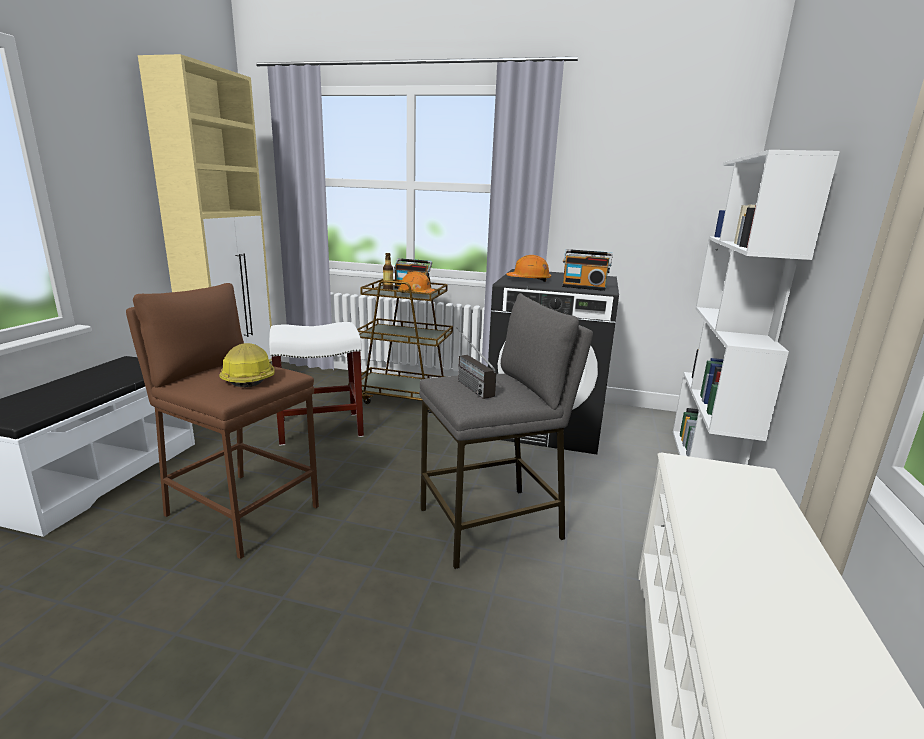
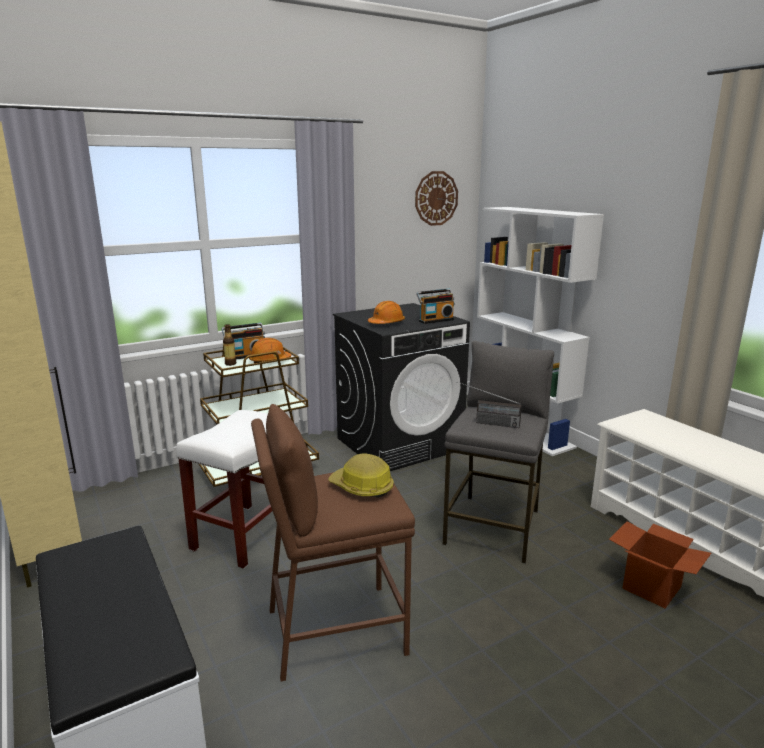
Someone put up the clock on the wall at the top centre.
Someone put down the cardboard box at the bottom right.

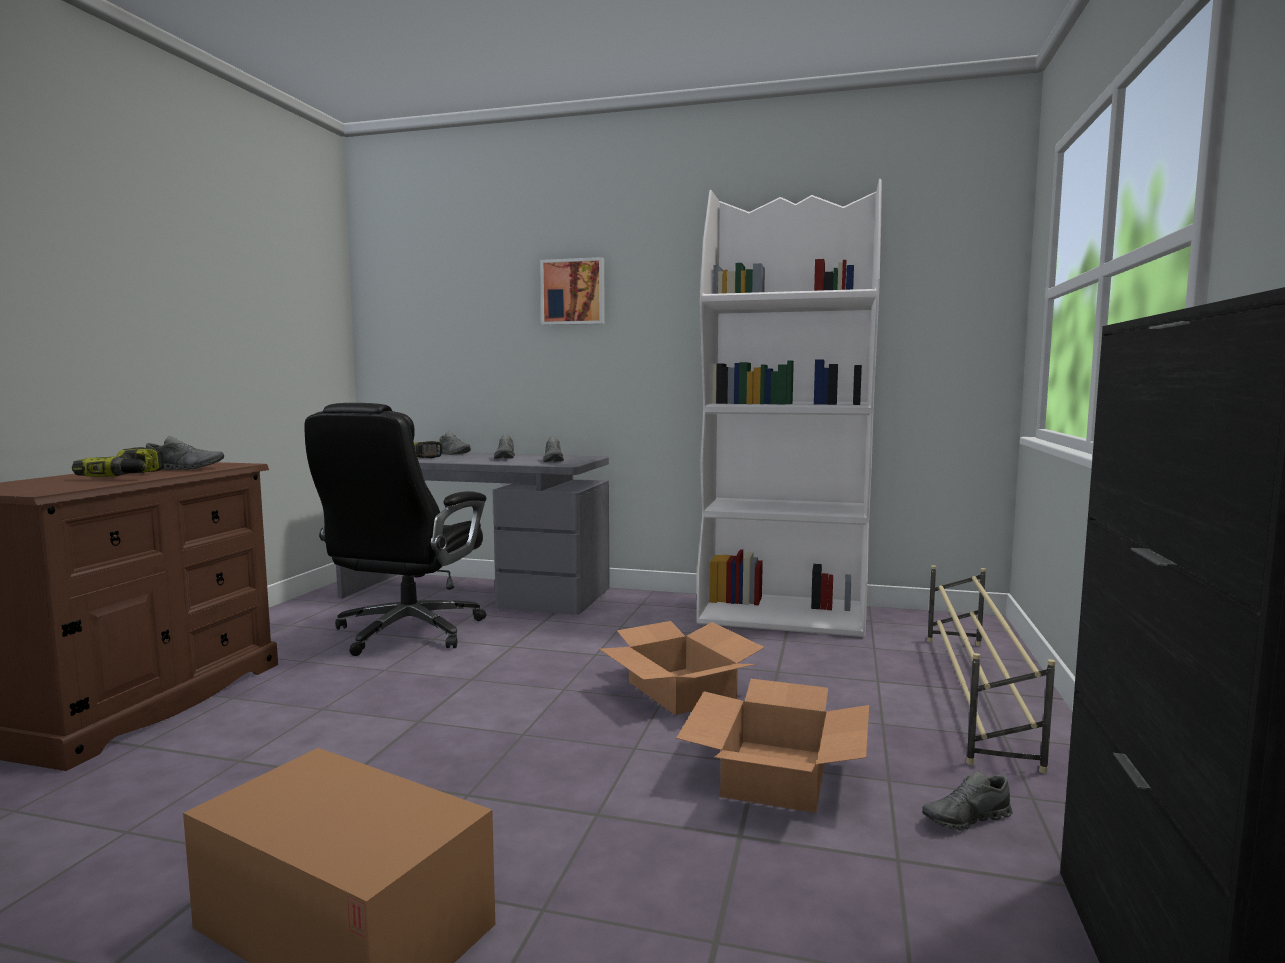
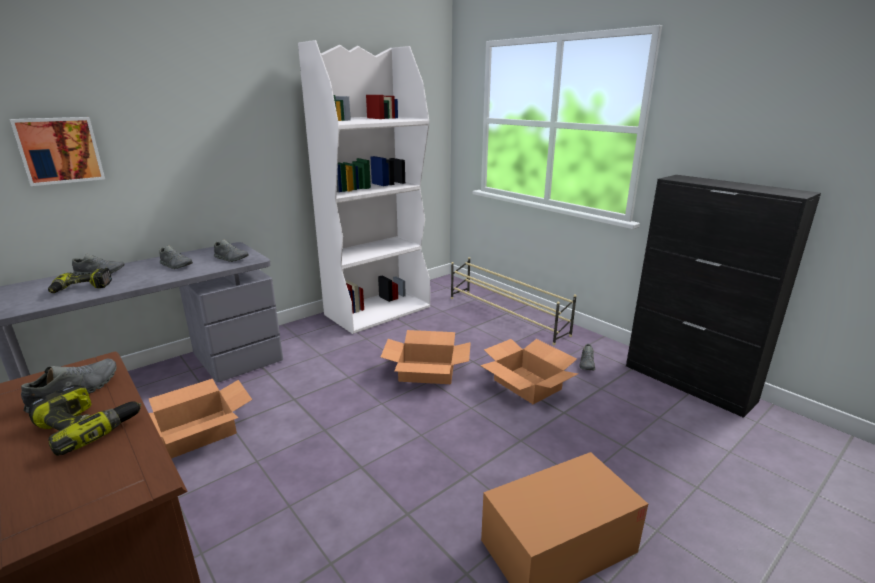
Someone carried the picture from the top centre to the top left.
Someone swapped the desk chair/blackish at the middle left for the cardboard box (no. 1 from left) at the bottom left.

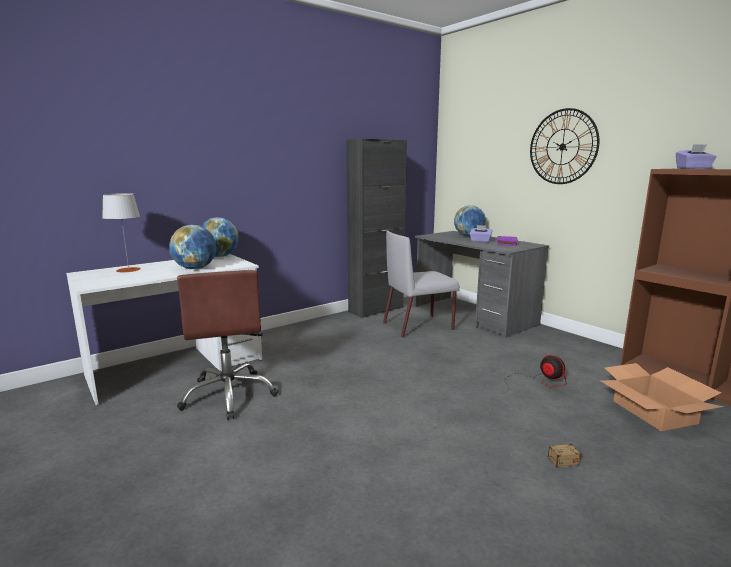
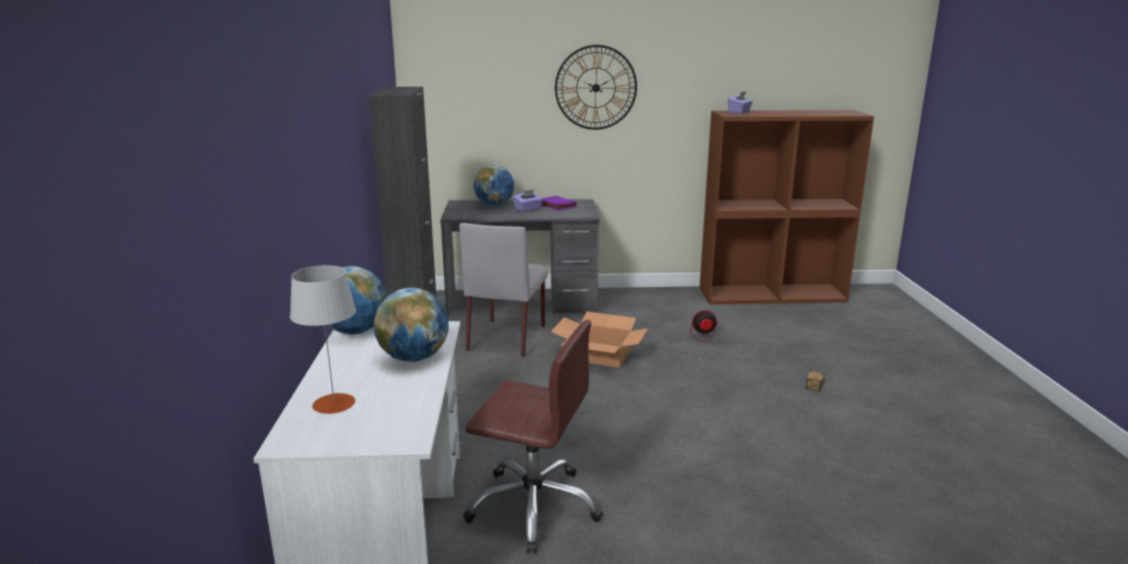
Someone carried the cardboard box from the bottom right to the centre.

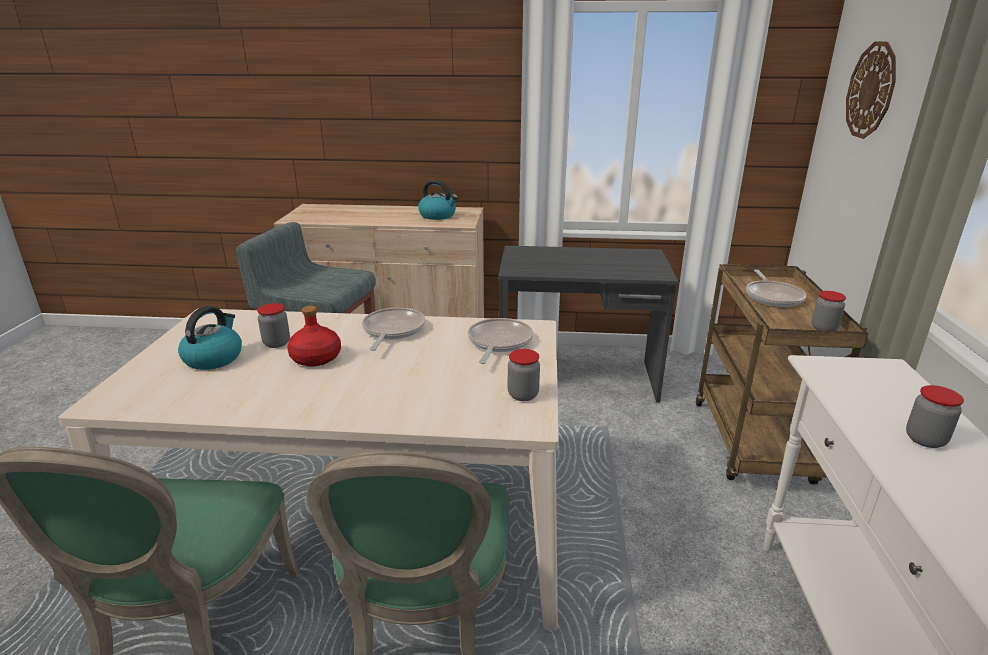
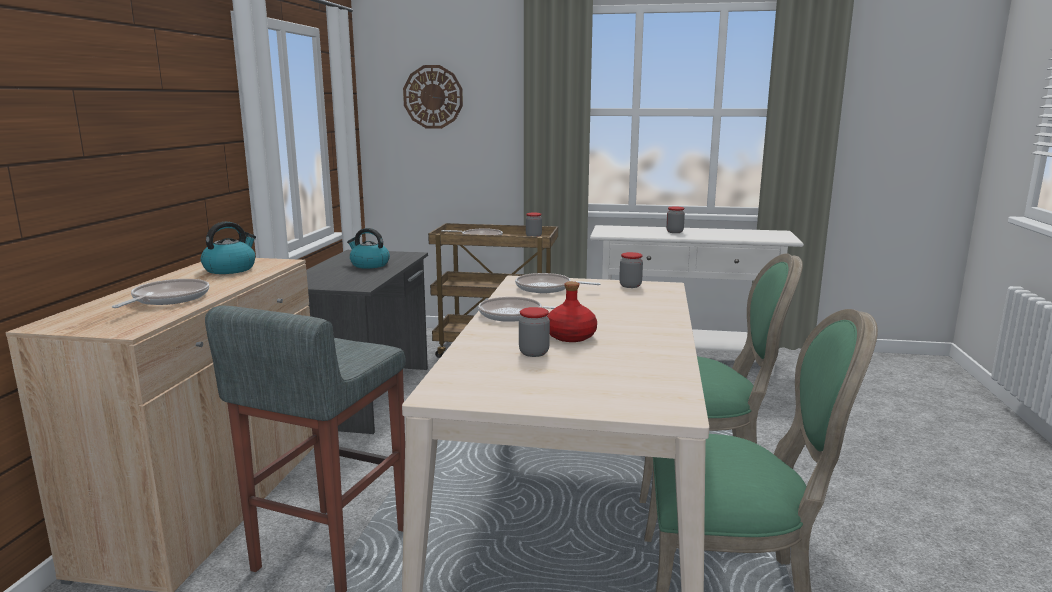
Someone put down the pan (no. 1 from left) at the middle left.
Someone carried the water kettle (no. 1 from left in the first image) from the middle left to the centre.

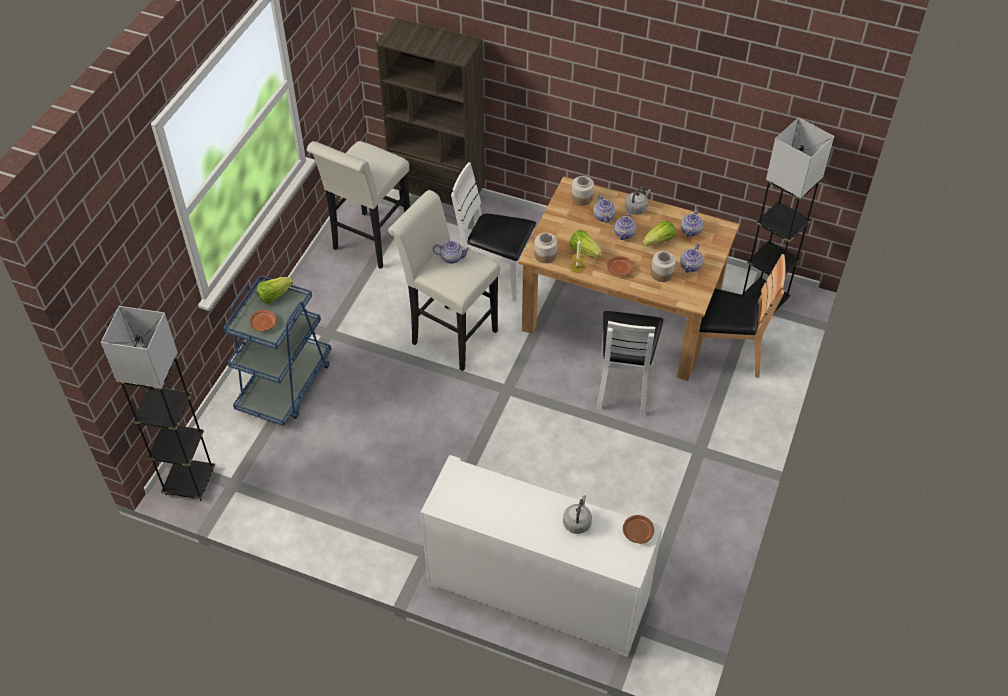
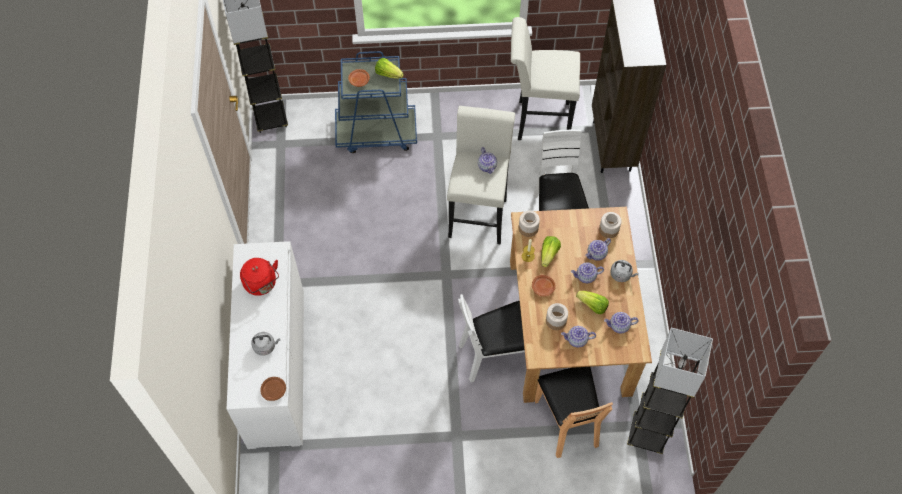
Someone put down the water kettle/reddish at the middle left.

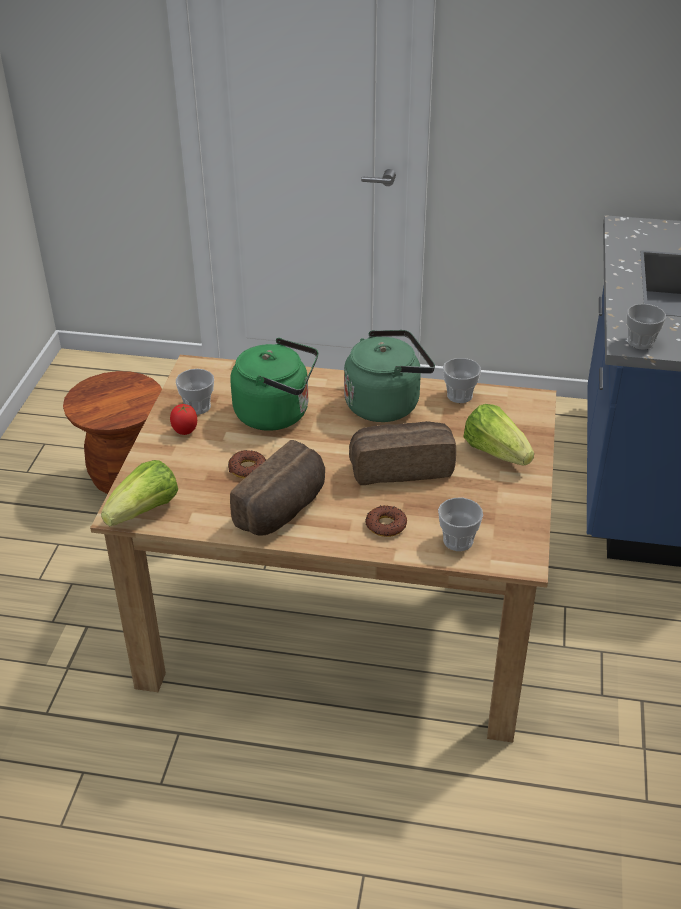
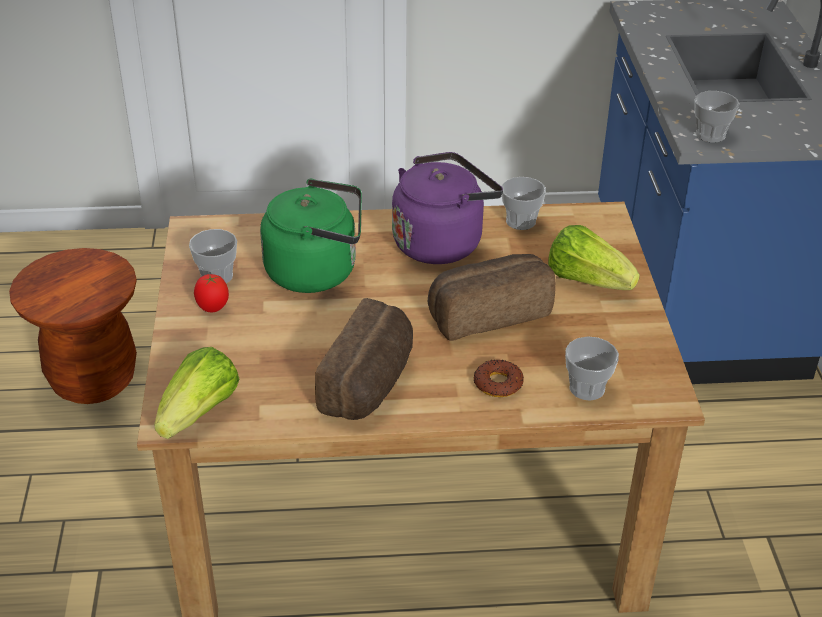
Someone repainted the water kettle/green-coloured (no. 2 from left) at the centre, which became the water kettle/purple-coloured at the centre.
Someone took away the donut (no. 1 from left) at the centre.

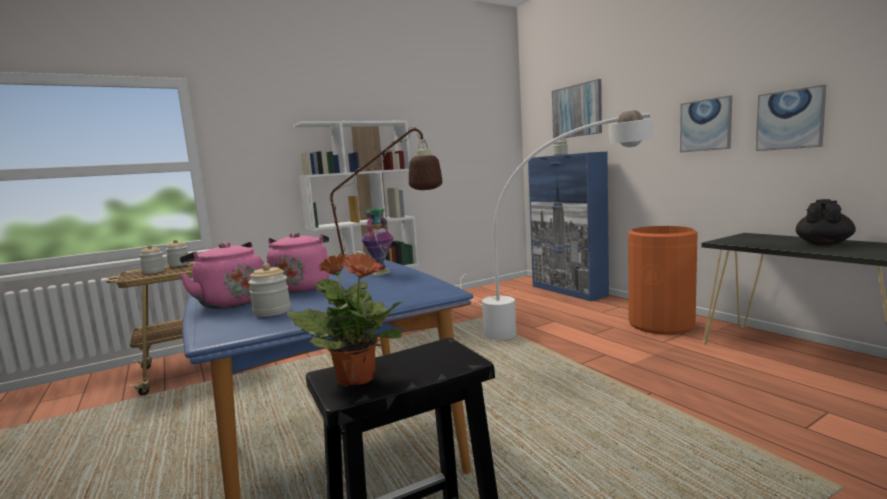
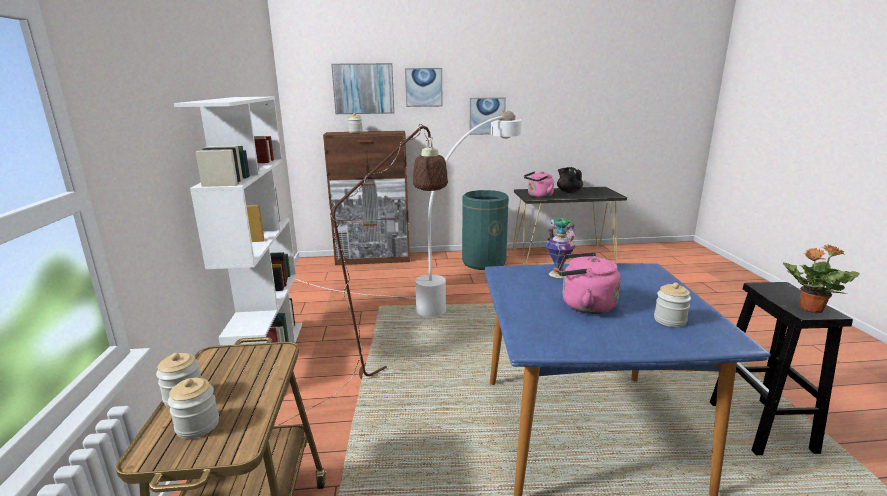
Someone repainted the storage cabinet/bluish at the centre, which became the storage cabinet/brown-coloured at the centre.
Someone carried the picture (no. 3 from left in the first image) from the top right to the top centre.
Someone repainted the trash can/orange at the middle right, which became the trash can/green-coloured at the centre.
Someone carried the water kettle/pink (no. 1 from left) from the middle left to the centre.

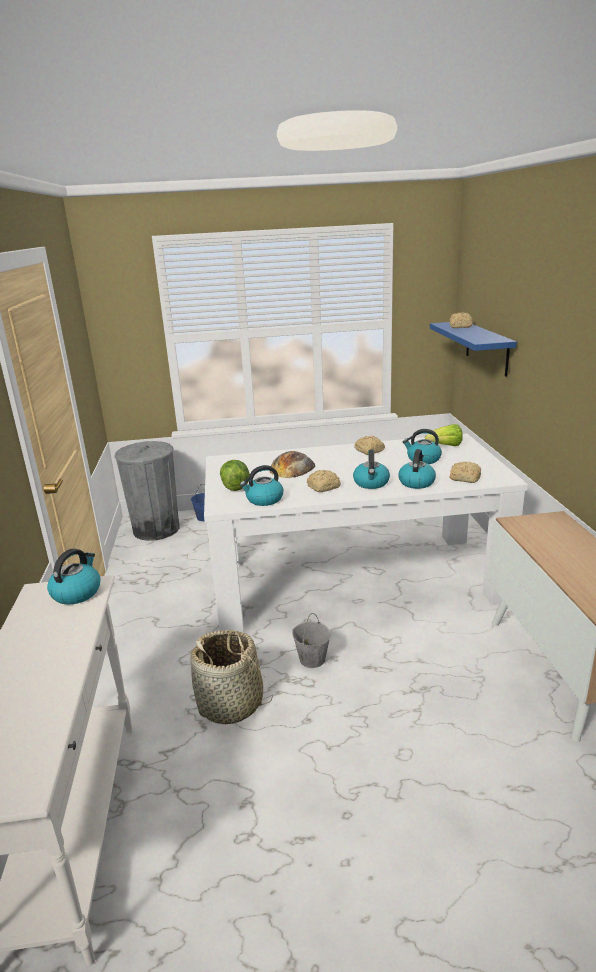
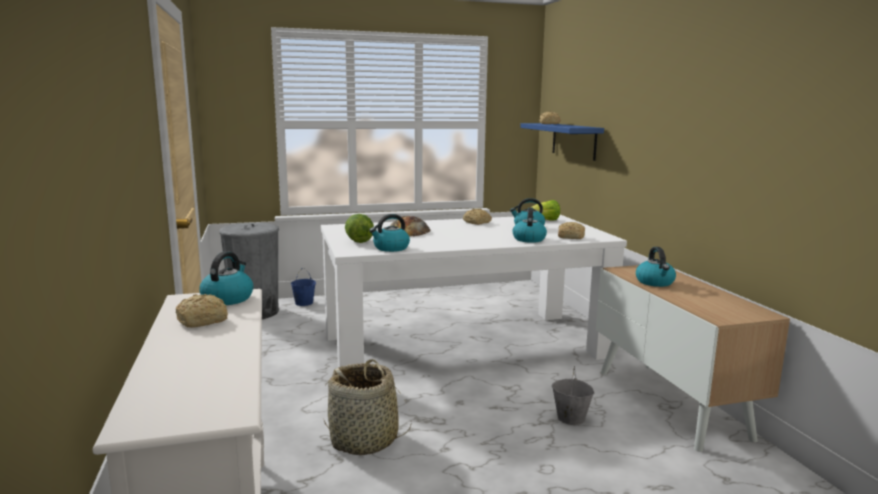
Someone carried the baked bread (no. 2 from left in the first image) from the centre to the middle left.
Someone carried the bucket/gray from the centre to the bottom centre.
Someone carried the water kettle (no. 3 from left in the first image) from the centre to the middle right.

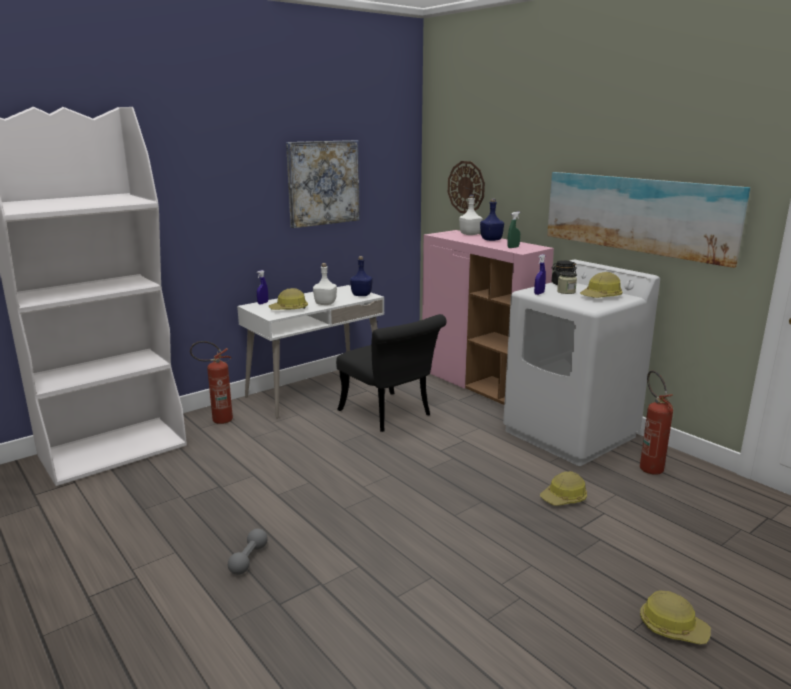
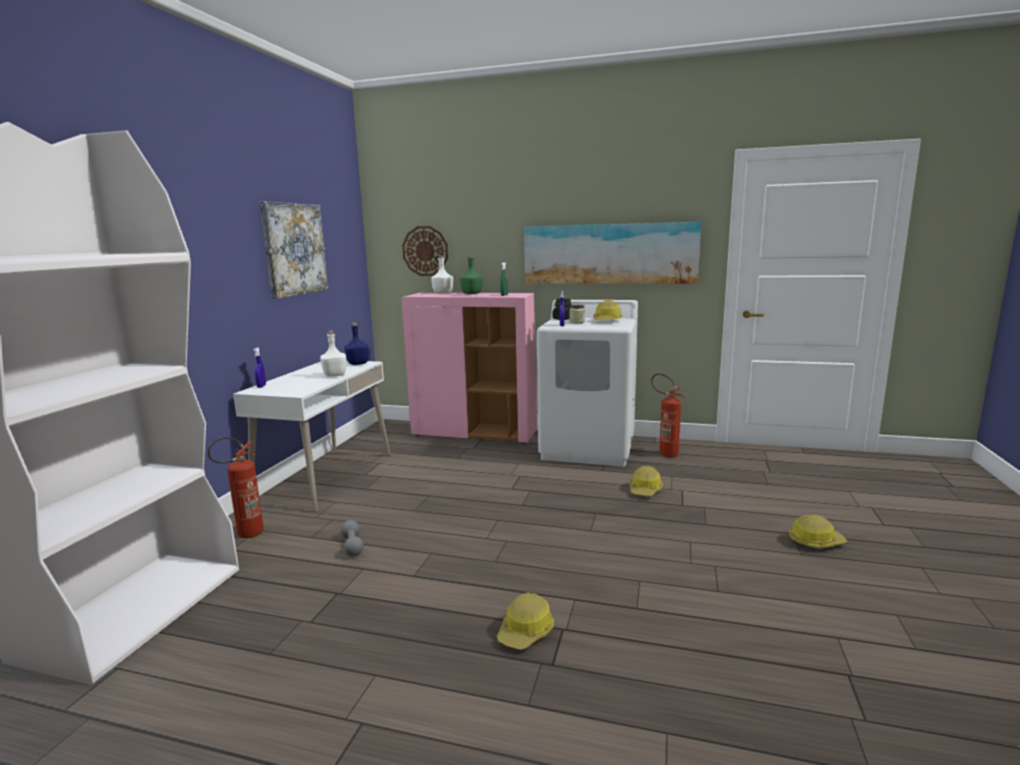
Someone carried the hand weight/gray from the bottom left to the bottom centre.
Someone repainted the bottle/bluish (no. 2 from left) at the top centre, which became the bottle/green-coloured at the centre.
Someone carried the work helmet (no. 1 from left) from the centre to the bottom centre.
Someone took away the chair/blackish at the centre.

